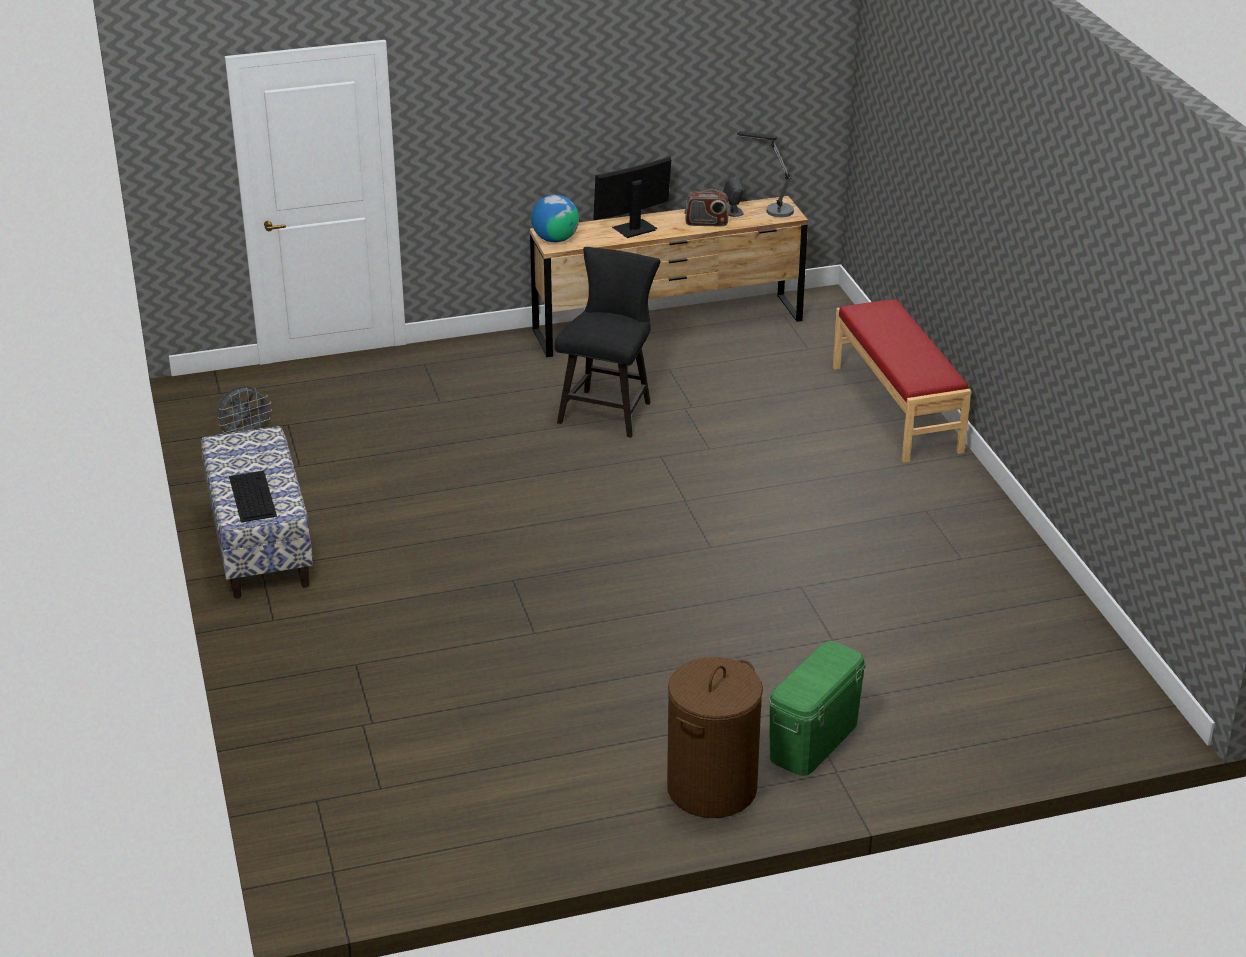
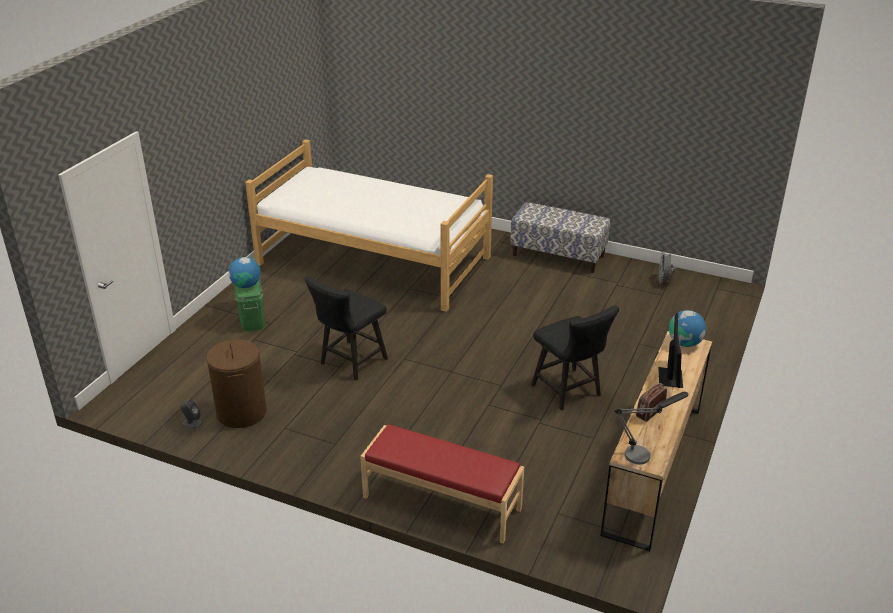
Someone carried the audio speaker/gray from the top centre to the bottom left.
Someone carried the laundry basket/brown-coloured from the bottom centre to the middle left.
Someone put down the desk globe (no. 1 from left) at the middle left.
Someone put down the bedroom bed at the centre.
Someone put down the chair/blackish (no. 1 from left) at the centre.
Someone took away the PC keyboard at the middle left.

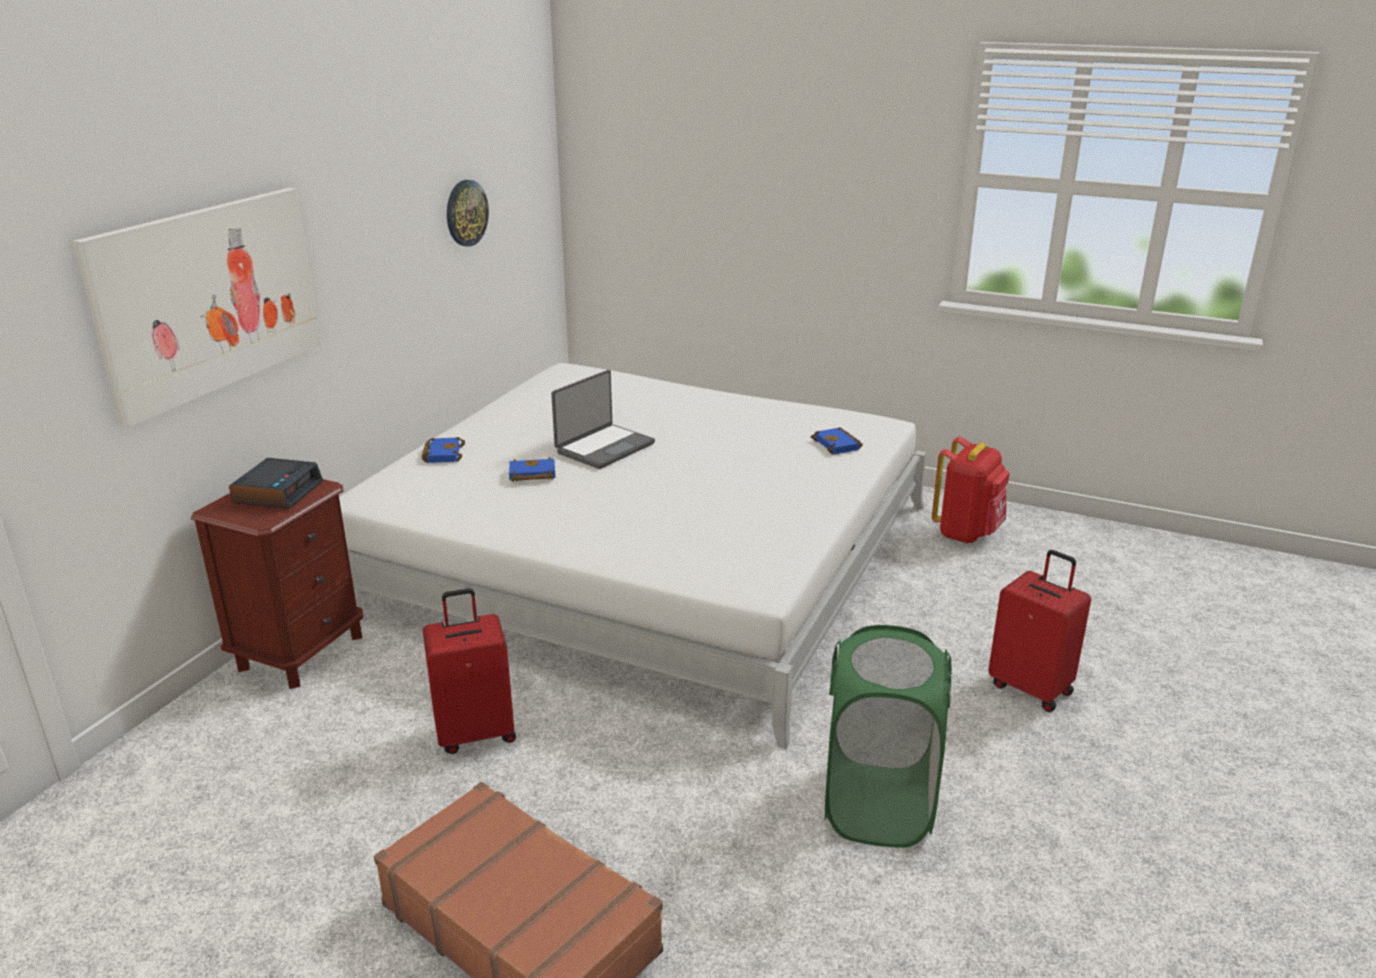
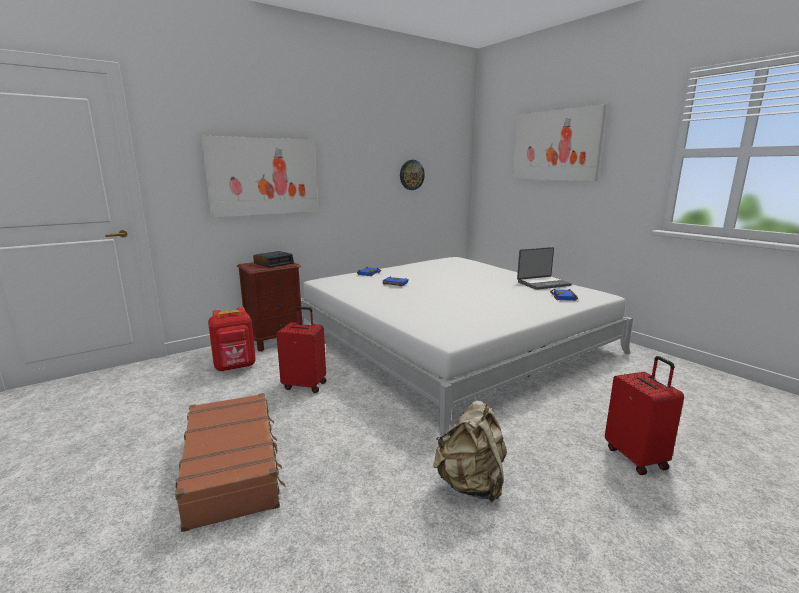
Someone carried the knapsack/reddish from the middle right to the middle left.
Someone swapped the laundry basket/green-coloured at the bottom centre for the knapsack/sand-coloured at the bottom centre.
Someone put up the picture (no. 2 from left) at the top right.
Someone carried the portable computer from the centre to the middle right.

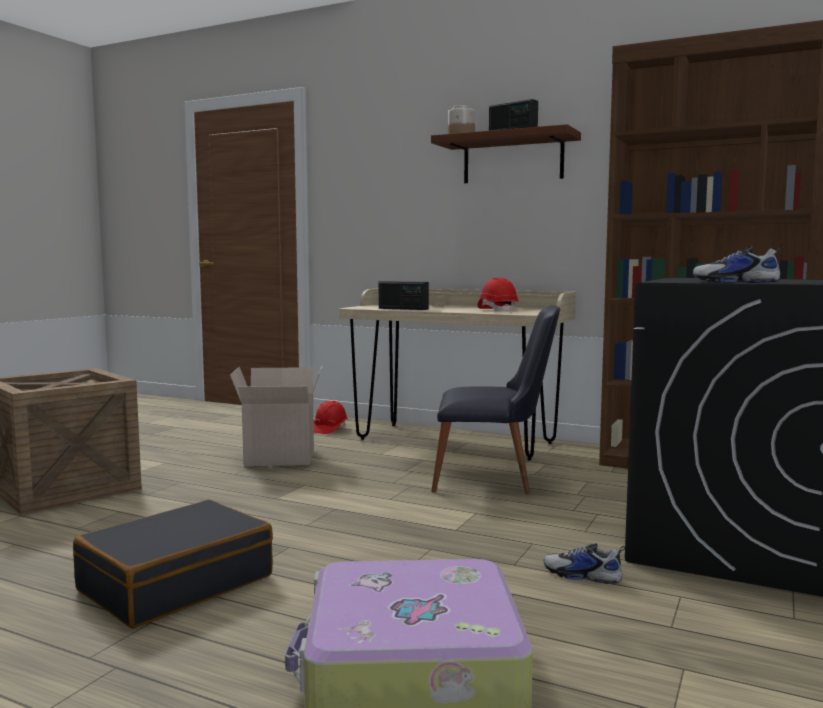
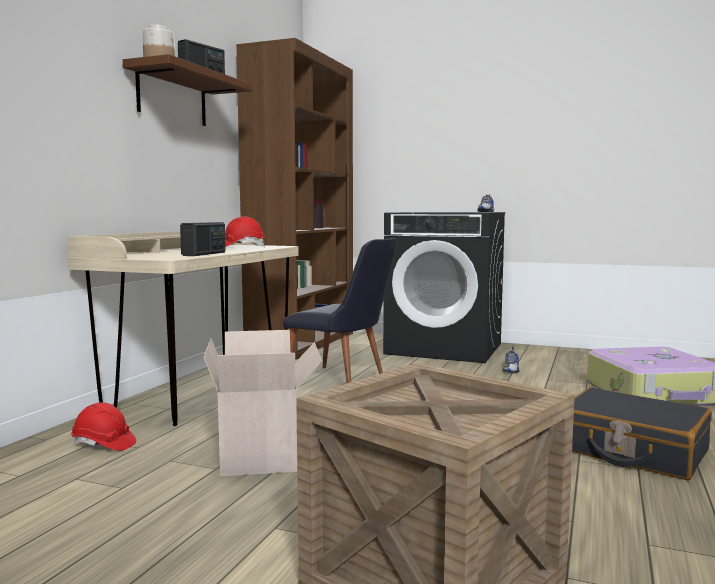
Someone rotated the chair/blackish at the centre by 120 degrees clockwise.

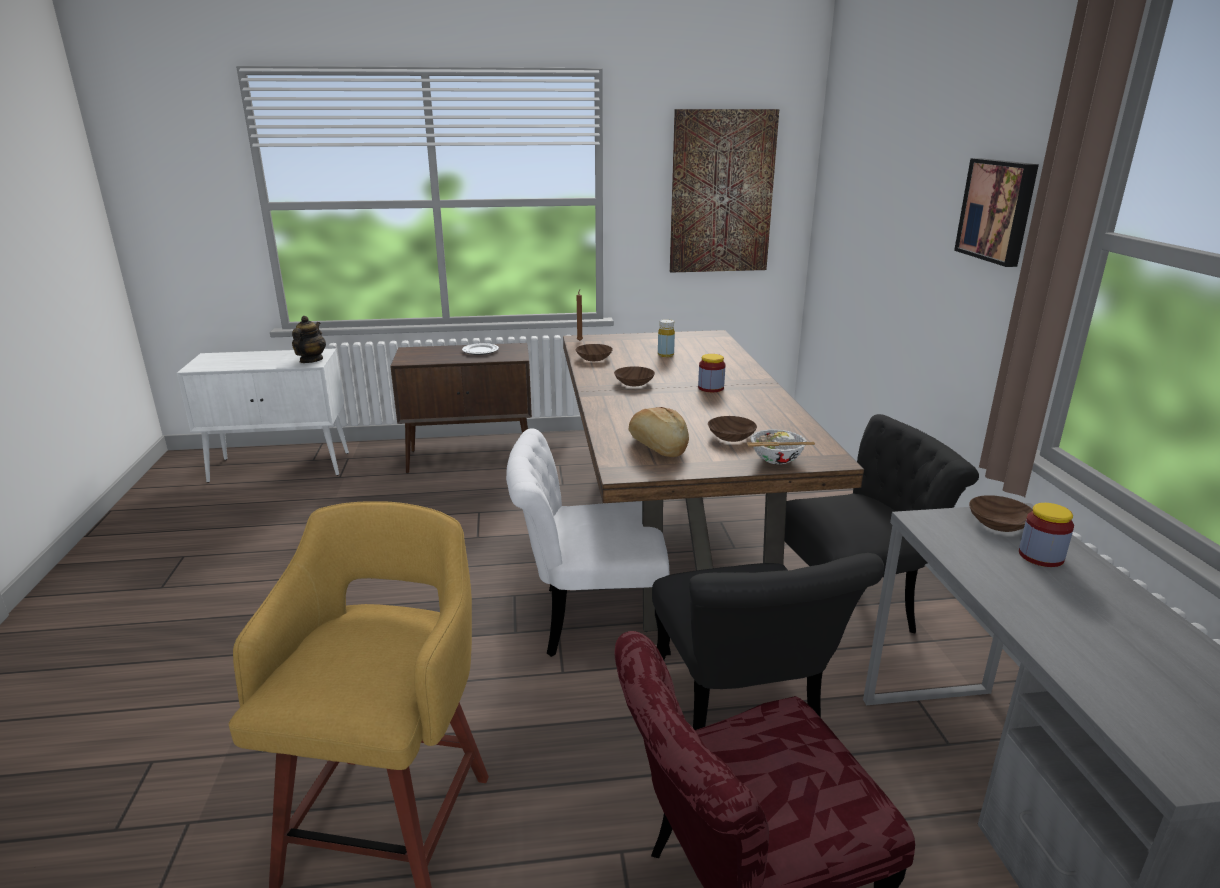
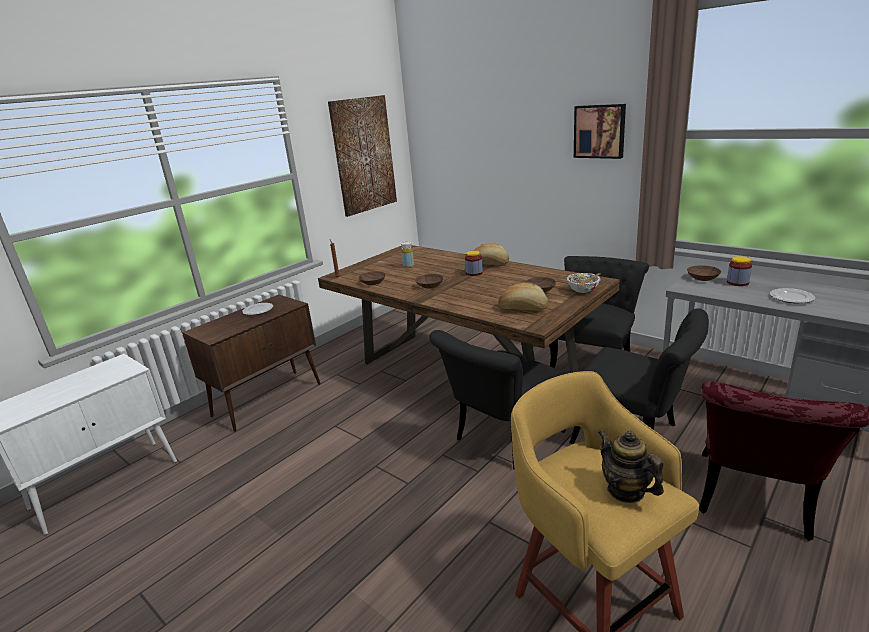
Someone repainted the chair/white-coloured at the centre, which became the chair/blackish (no. 1 from left) at the centre.
Someone put down the baked bread (no. 1 from left) at the centre.
Someone carried the tea pot from the middle left to the bottom right.
Someone put down the plate (no. 2 from left) at the middle right.

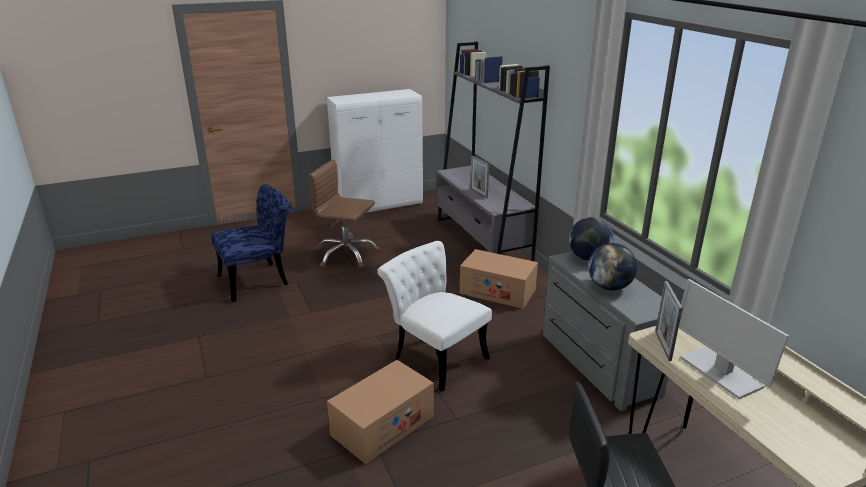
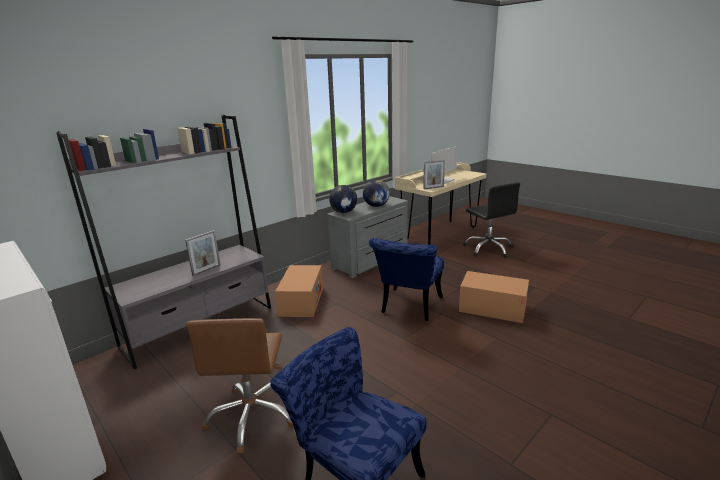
Someone repainted the chair/white-coloured at the centre, which became the chair/bluish (no. 2 from left) at the centre.

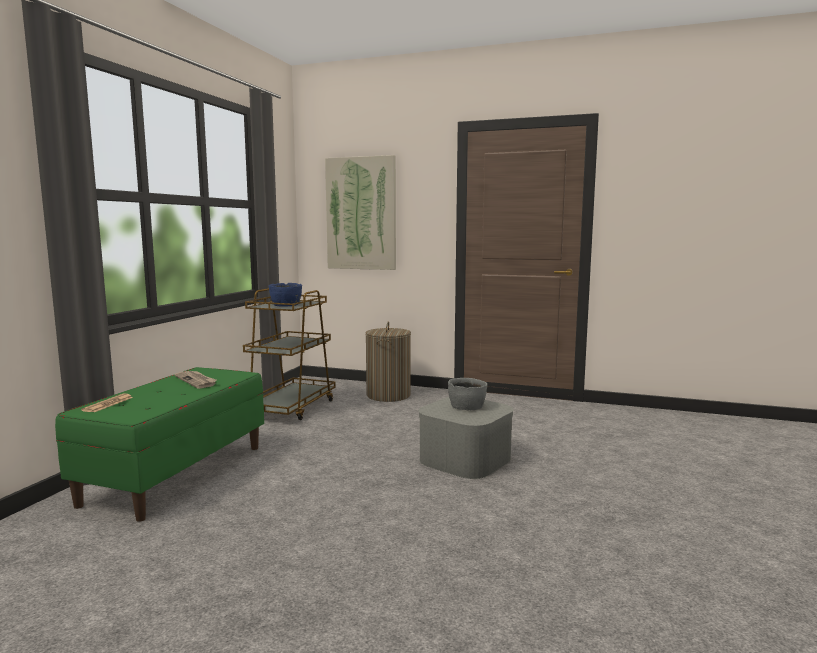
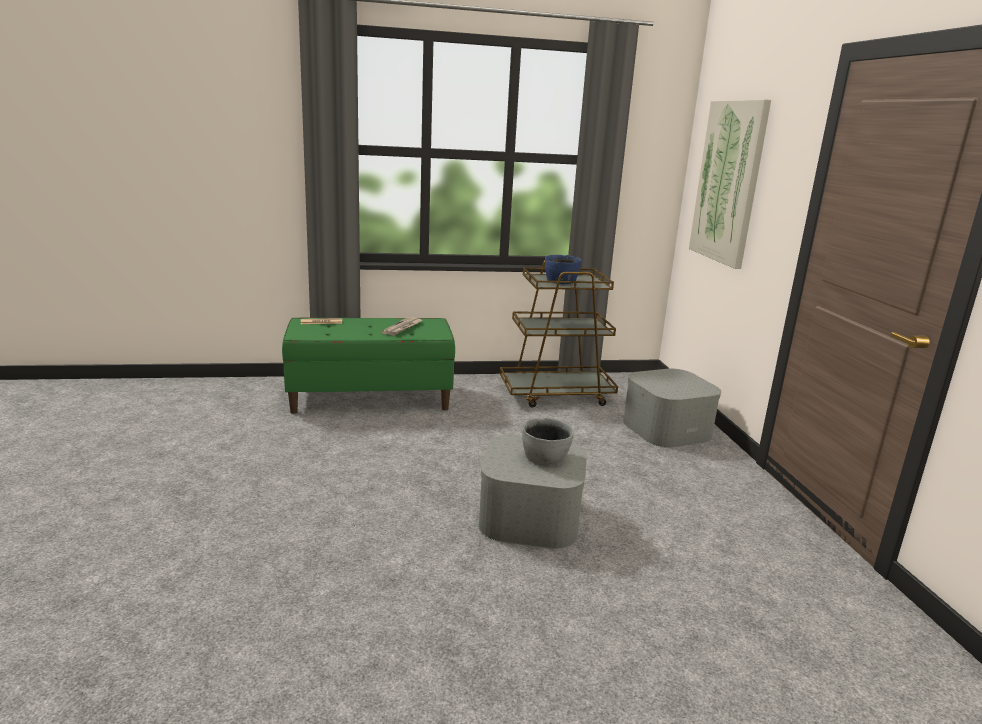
Someone swapped the laundry basket at the centre for the storage box/gray (no. 2 from left) at the middle right.

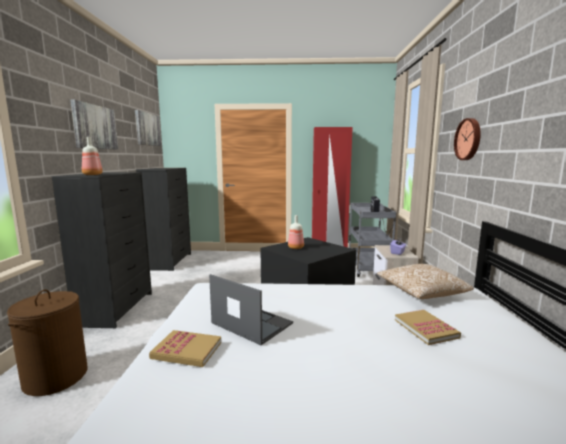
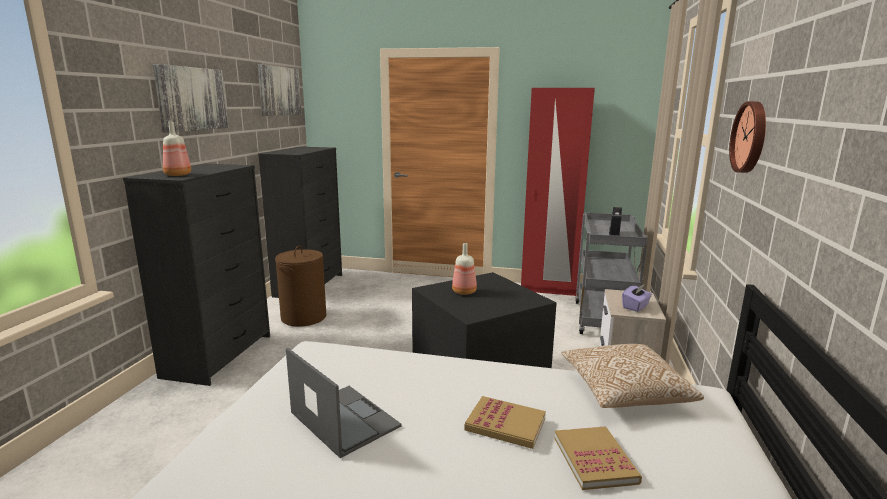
Someone carried the laundry basket/brown-coloured from the bottom left to the centre.
Someone carried the book (no. 1 from left) from the bottom left to the bottom centre.

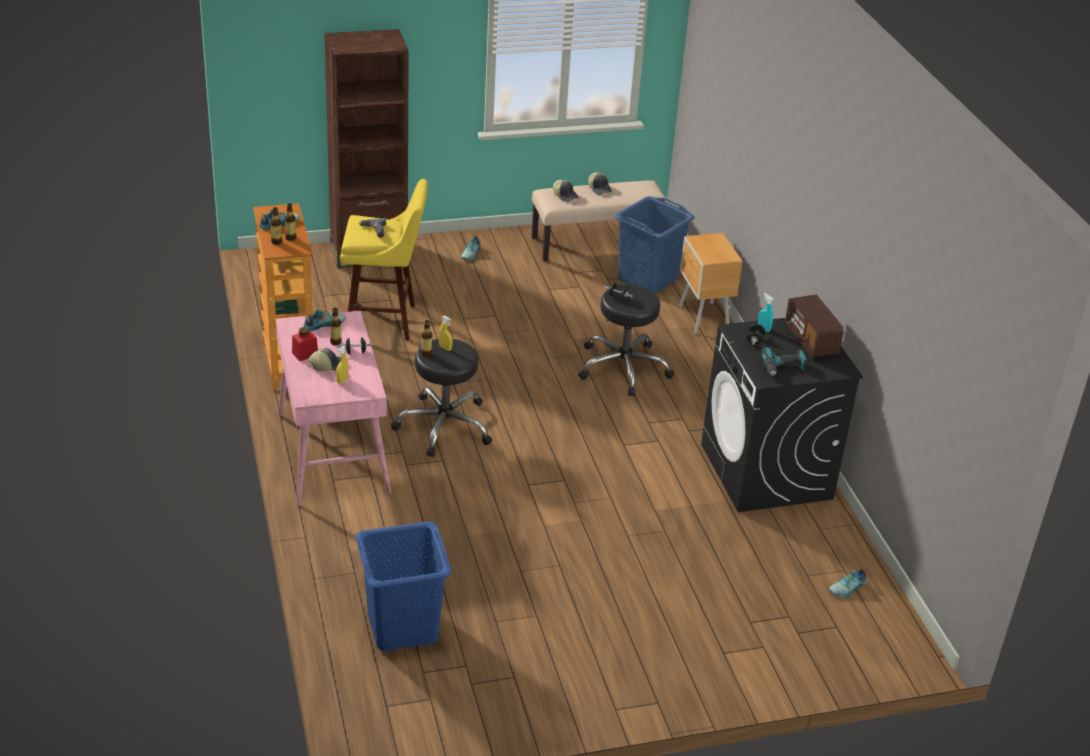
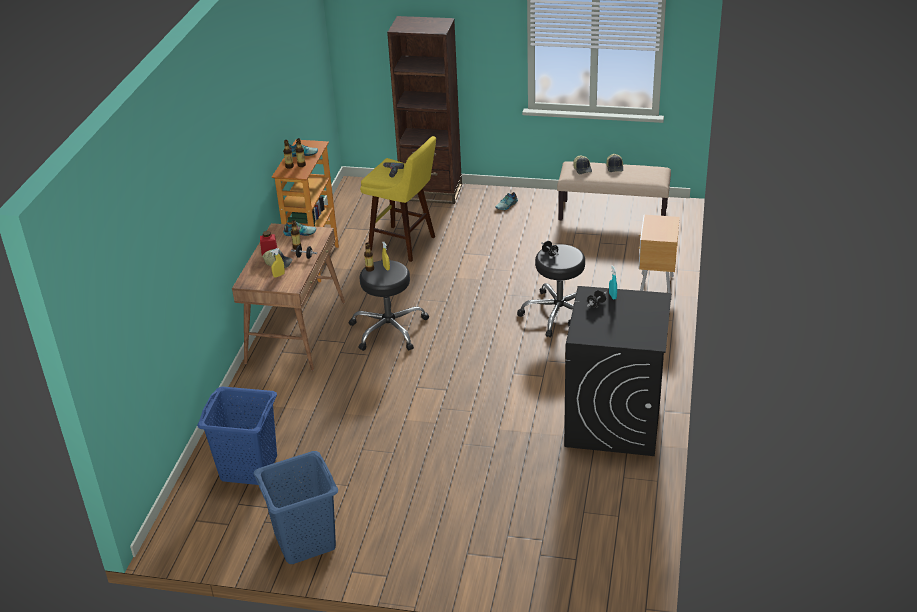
Someone repainted the desk/pink at the middle left, which became the desk/brown-coloured at the middle left.
Someone carried the laundry basket/bluish (no. 2 from left) from the top centre to the bottom left.
Someone took away the power drill (no. 2 from left) at the middle right.
Someone took away the radio set at the middle right.
Someone took away the shoe (no. 4 from left) at the bottom right.

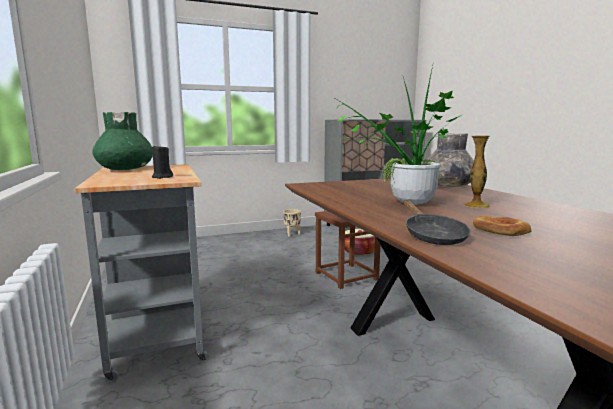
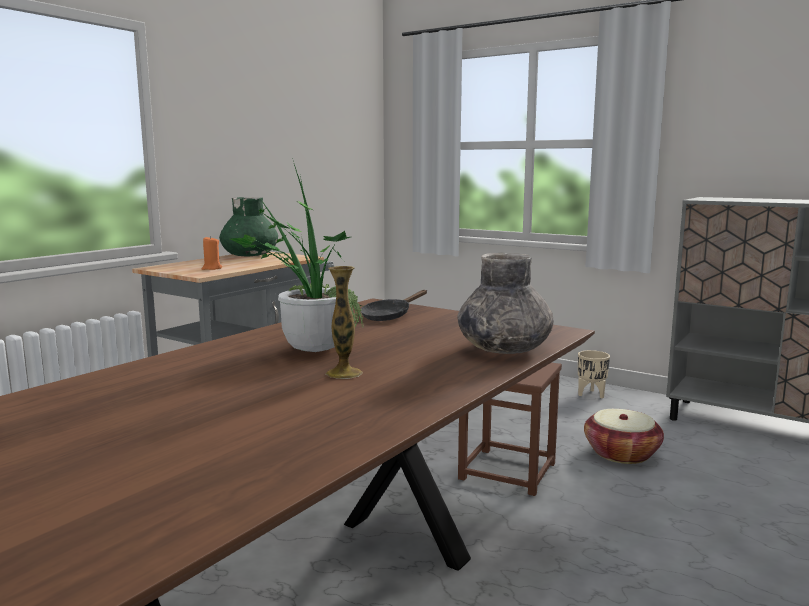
Someone repainted the wax candle/blackish at the middle left, which became the wax candle/orange at the middle left.
Someone carried the pan/blackish from the middle right to the centre.
Someone took away the baked bread at the middle right.

